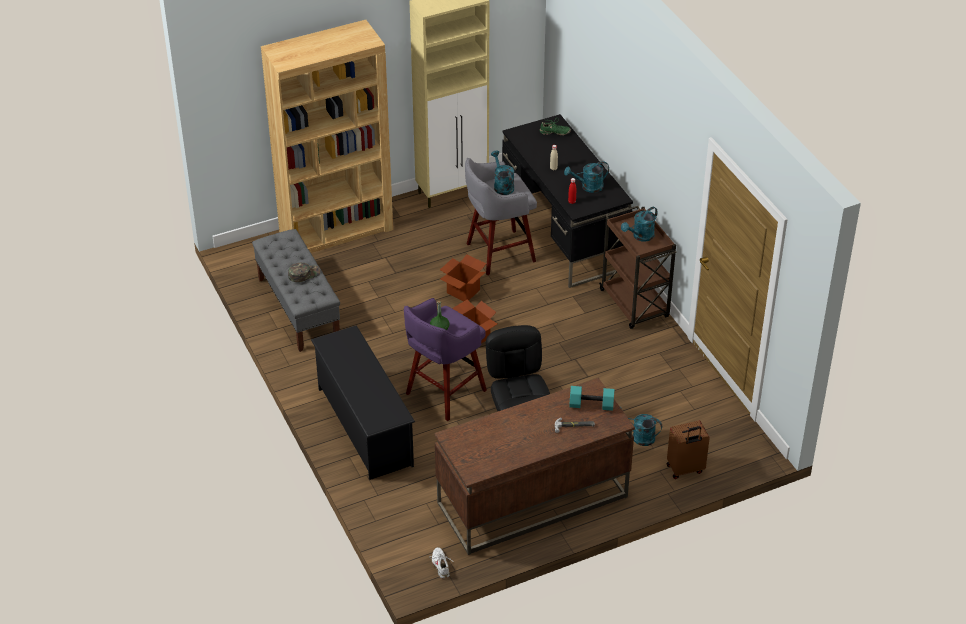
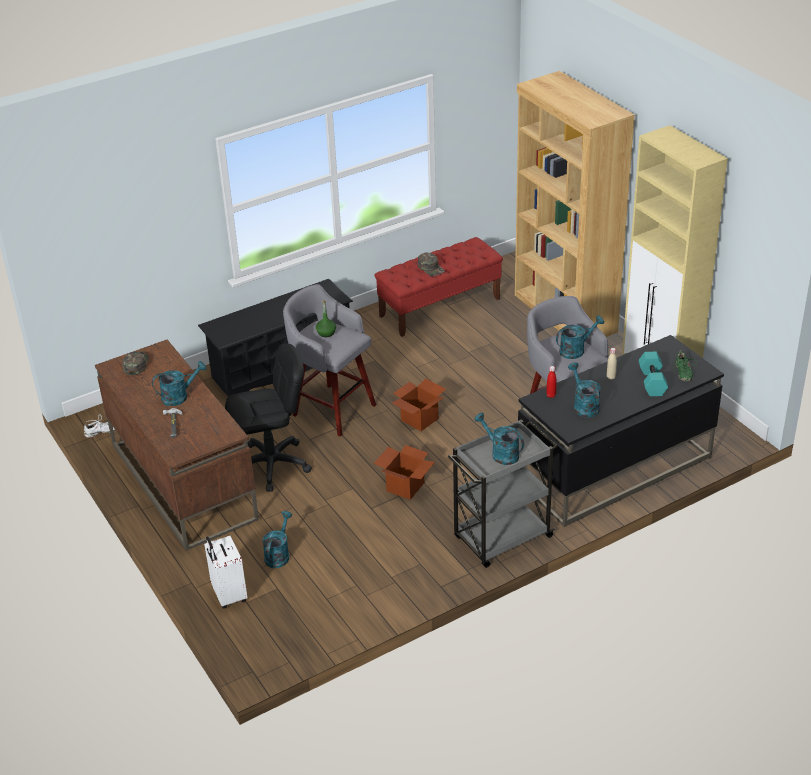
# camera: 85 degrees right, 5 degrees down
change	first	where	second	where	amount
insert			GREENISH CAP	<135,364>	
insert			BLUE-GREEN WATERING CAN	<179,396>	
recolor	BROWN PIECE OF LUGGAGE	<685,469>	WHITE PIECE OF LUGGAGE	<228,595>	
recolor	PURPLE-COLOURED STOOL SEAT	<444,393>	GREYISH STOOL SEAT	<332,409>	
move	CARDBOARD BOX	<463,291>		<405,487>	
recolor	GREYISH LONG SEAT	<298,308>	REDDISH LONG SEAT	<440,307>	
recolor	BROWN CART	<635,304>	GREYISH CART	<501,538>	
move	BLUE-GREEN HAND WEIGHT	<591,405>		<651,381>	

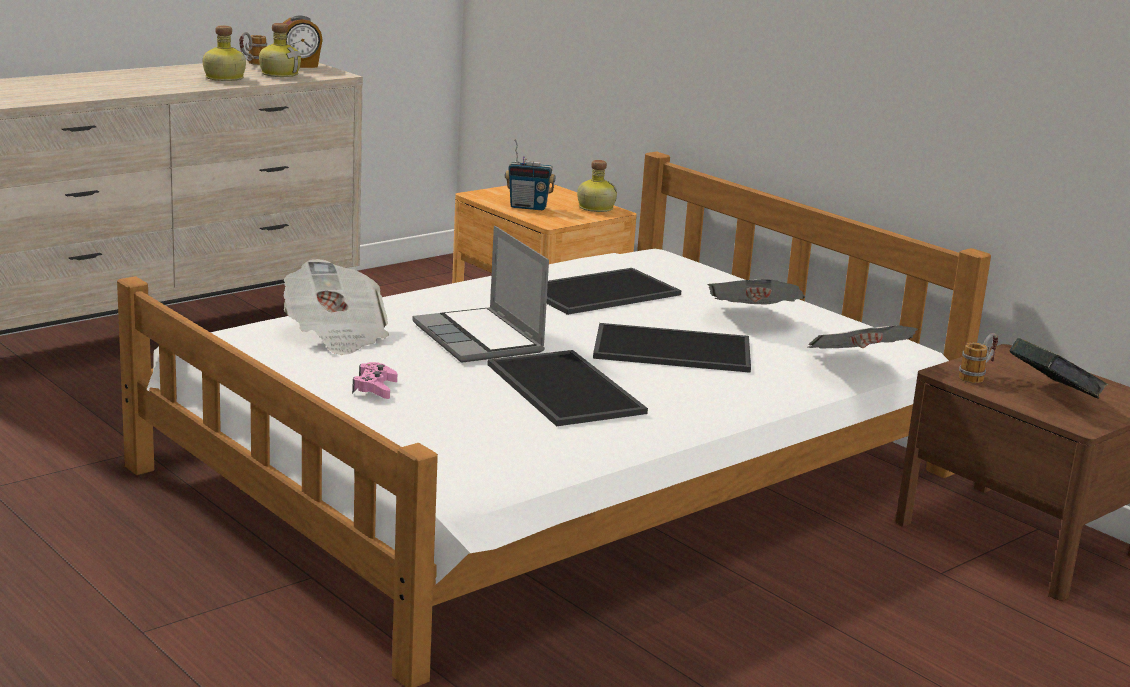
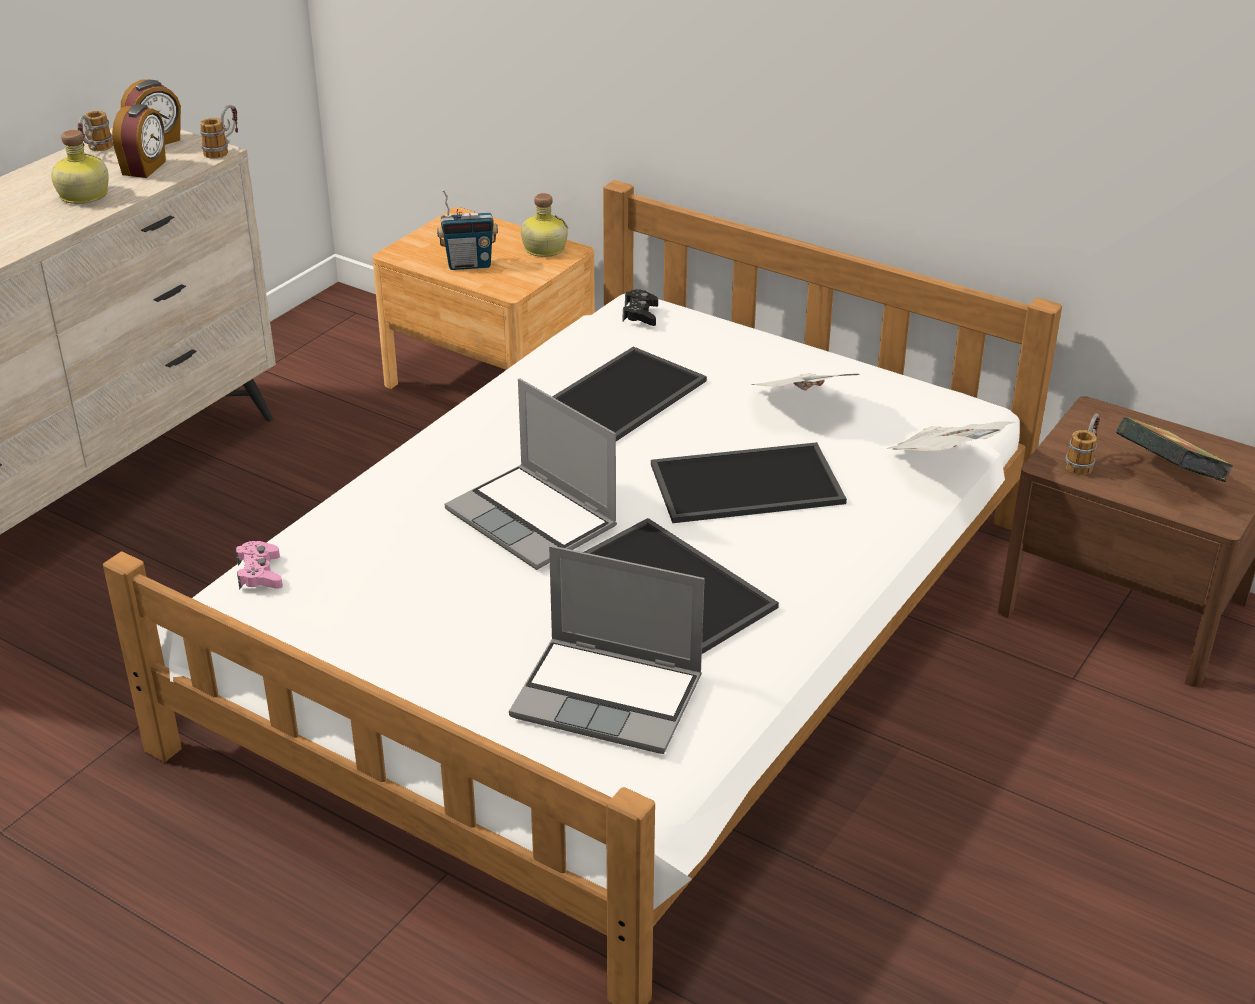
# camera: 15 degrees left, 15 degrees up
change	first	where	second	where	amount
replace	BOTTLE	<280,74>	TABLE CLOCK	<145,168>	
insert			COFFEE MUG	<223,149>	
move	PINK-COLOURED JOYPAD	<374,388>		<260,573>	
insert			NOTEBOOK COMPUTER	<610,697>	
insert			BLACKISH JOYPAD	<640,314>	
delete	PRINTED PAPER	<336,335>			

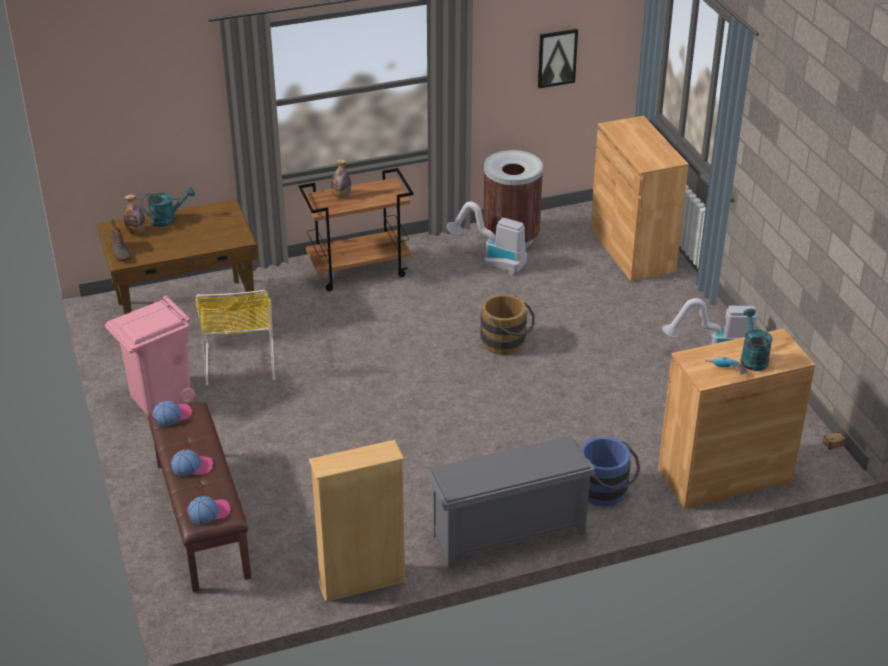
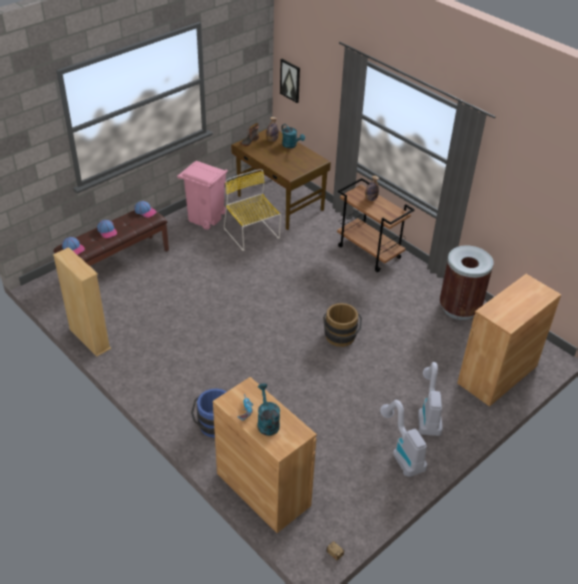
# camera: 65 degrees right, 5 degrees up
change	first	where	second	where	amount
rotate	YELLOW CHAIR	<240,360>		<252,234>	90 degrees clockwise
rotate	BLUE-GREEN WATERING CAN	<752,357>		<267,422>	75 degrees counterclockwise
move	WALL ART	<557,58>		<290,80>	
move	VACUUM	<491,260>		<428,414>	
delete	GREYISH SHOE SHELF	<507,535>			

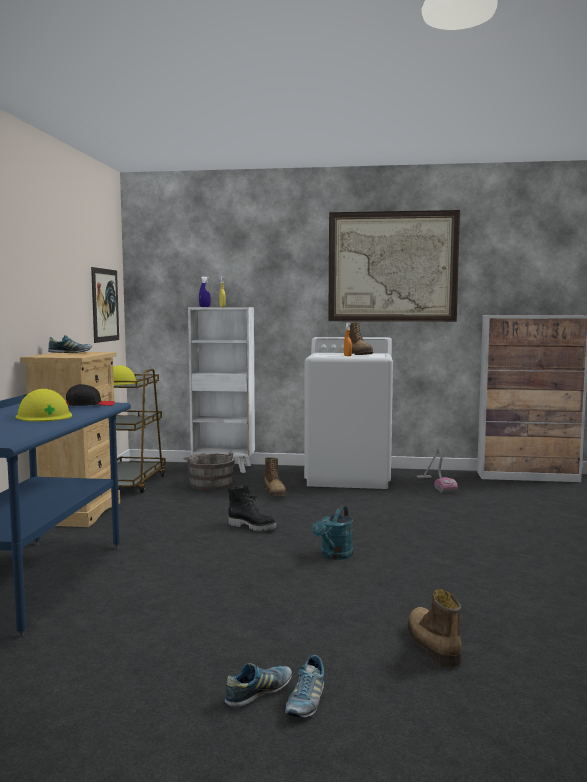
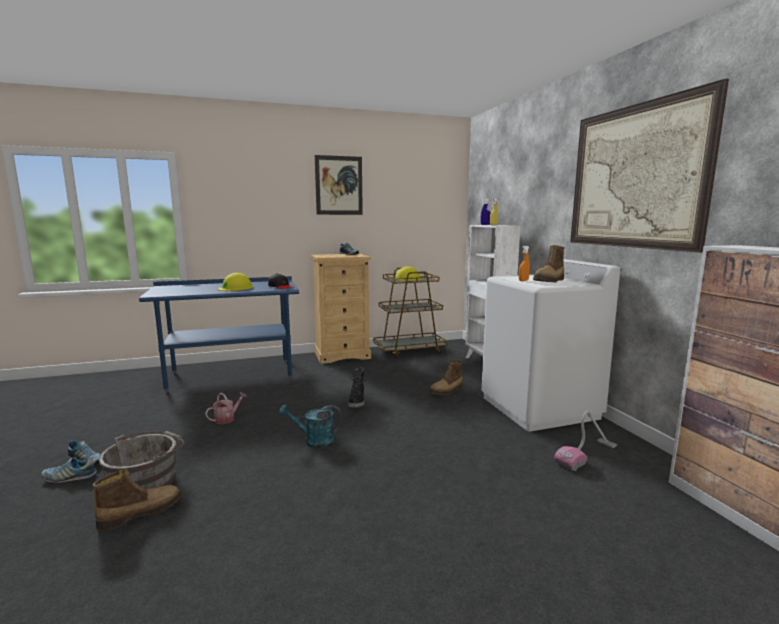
# camera: 65 degrees right, 5 degrees up
change	first	where	second	where	amount
move	GREYISH PAIL	<209,484>		<146,481>	
insert			WATERING CAN	<227,418>	
move	WALL ART	<105,305>		<339,185>	

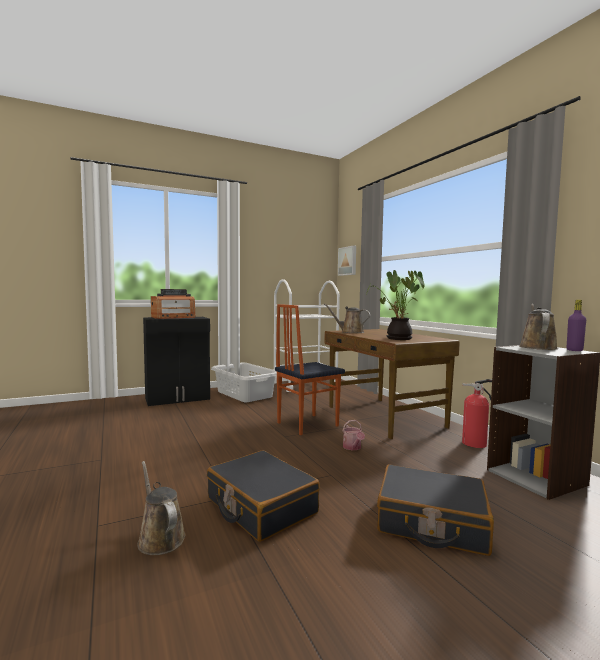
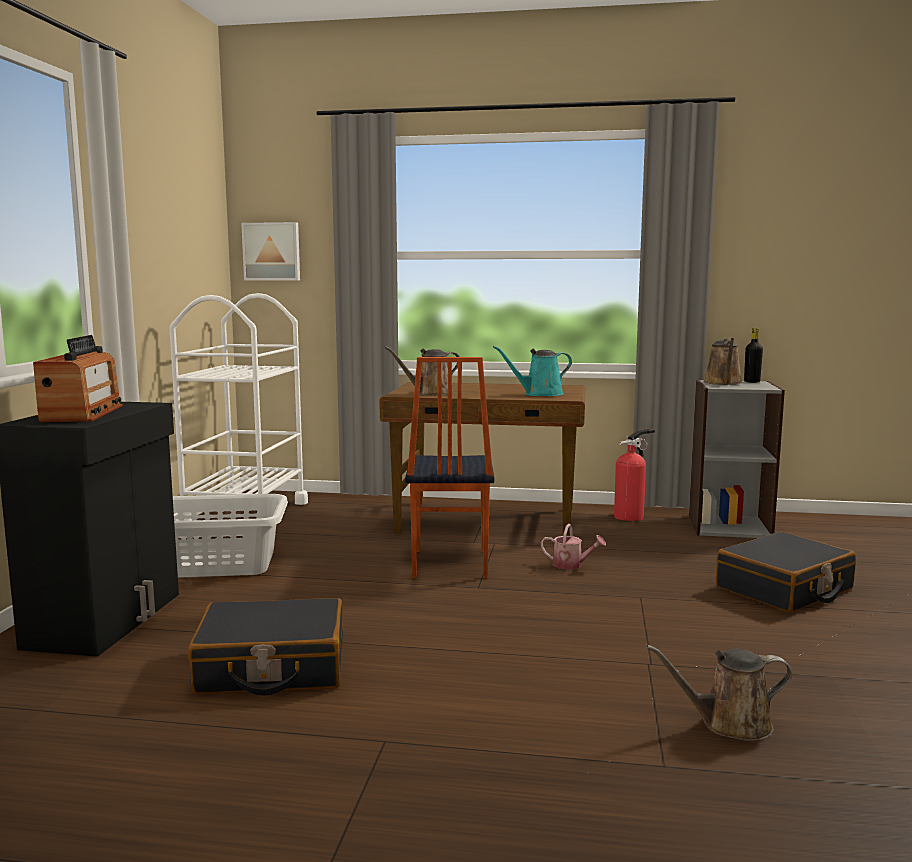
# camera: 55 degrees left, 5 degrees up
change	first	where	second	where	amount
move	BLACKISH PIECE OF LUGGAGE	<261,506>		<272,668>	
replace	HOUSEPLANT	<396,339>	BLUE-GREEN WATERING CAN	<539,394>	
rotate	BROWN WATERING CAN	<537,347>		<723,383>	135 degrees counterclockwise
recolor	PURPLE-COLOURED BOTTLE	<574,350>	BLACKISH BOTTLE	<752,382>	

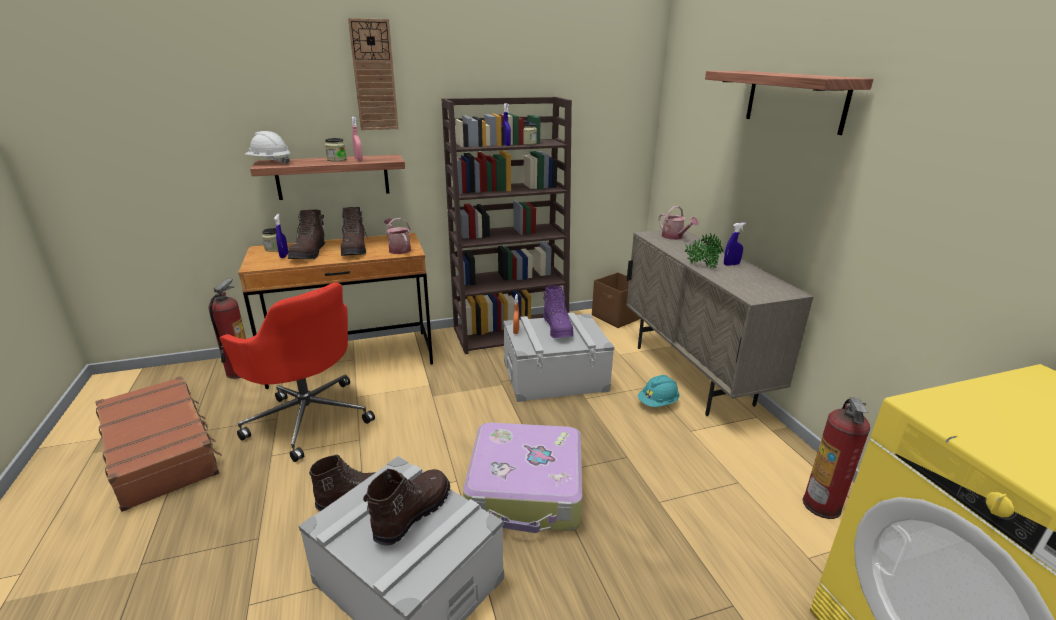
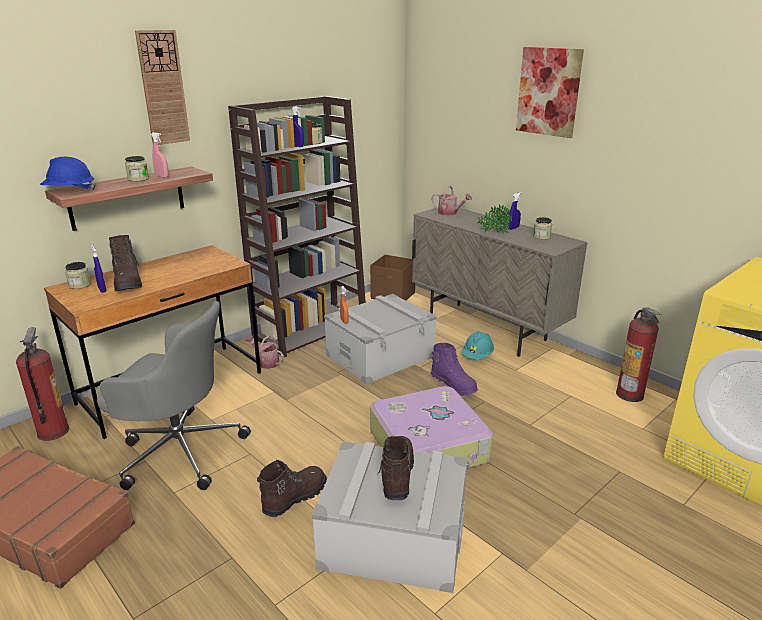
# camera: 25 degrees left, 0 degrees up
change	first	where	second	where	amount
recolor	WHITE SAFETY HELMET	<269,163>	BLUISH SAFETY HELMET	<69,191>	
recolor	REDDISH DESK CHAIR	<309,417>	GREYISH DESK CHAIR	<179,450>	
move	WATERING CAN	<398,249>		<266,362>	
move	PURPLE-COLOURED TALL BOOT	<558,329>		<454,385>	
replace	BRACKET SHELF	<795,100>	WALL ART	<549,92>	
insert			JAR	<541,237>	
delete	BROWN TALL BOOT	<355,250>			

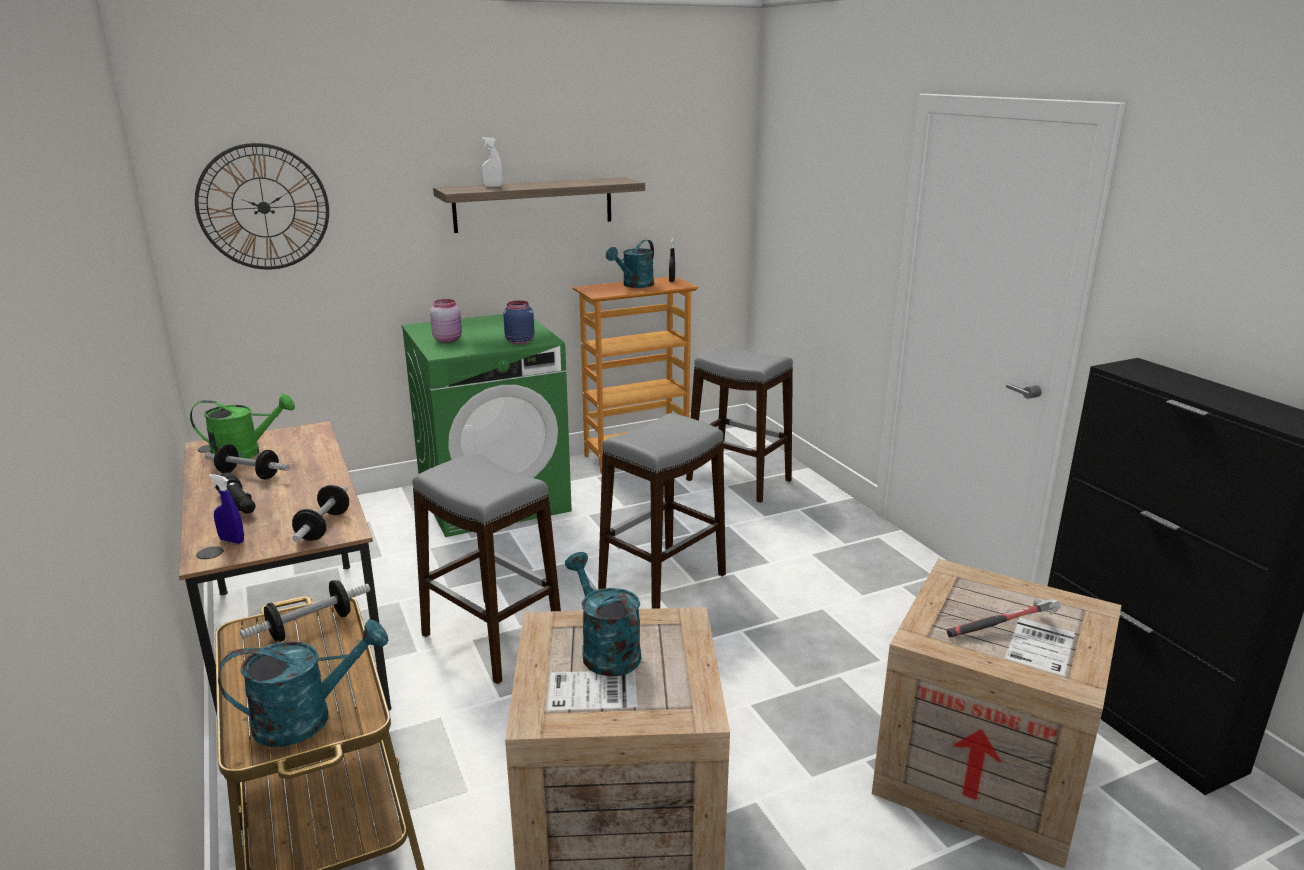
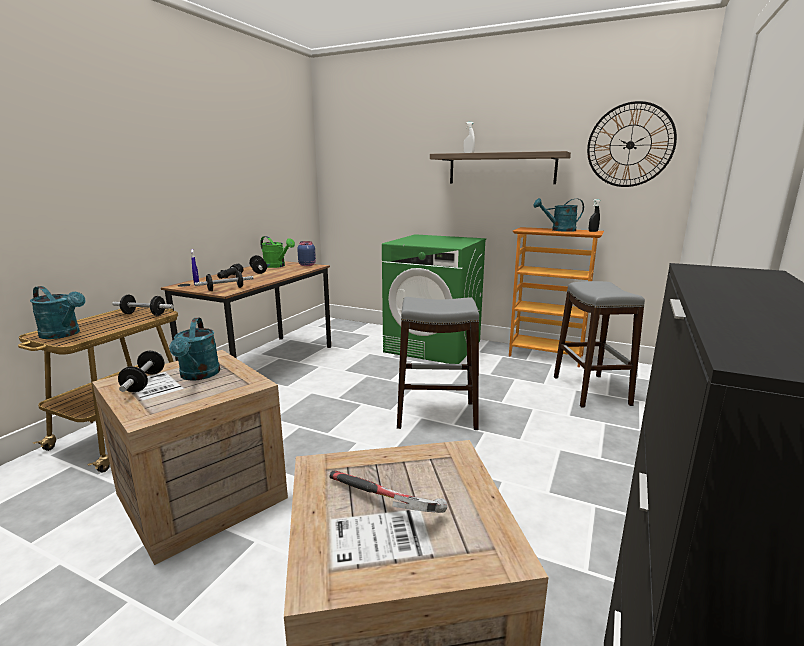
# camera: 50 degrees right, 5 degrees down
change	first	where	second	where	amount
insert			HAND WEIGHT	<144,382>	
rotate	BLUE-GREEN WATERING CAN	<605,650>		<198,375>	150 degrees clockwise
move	BLUISH JAR	<519,341>		<307,265>	
move	HANGING CLOCK	<263,207>		<630,145>	
delete	GREYISH STOOL SEAT	<493,639>			
delete	PINK-COLOURED JAR	<448,339>			

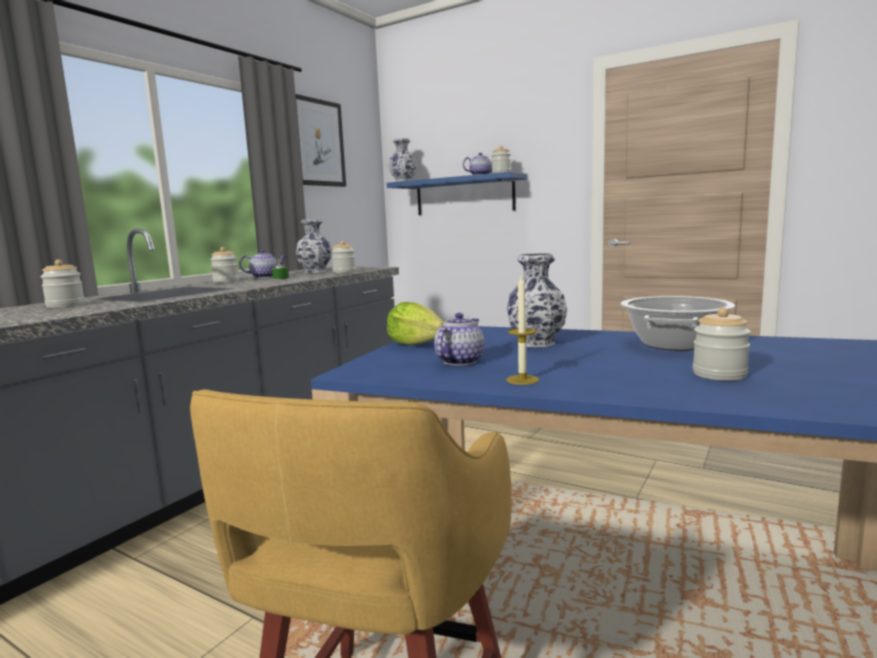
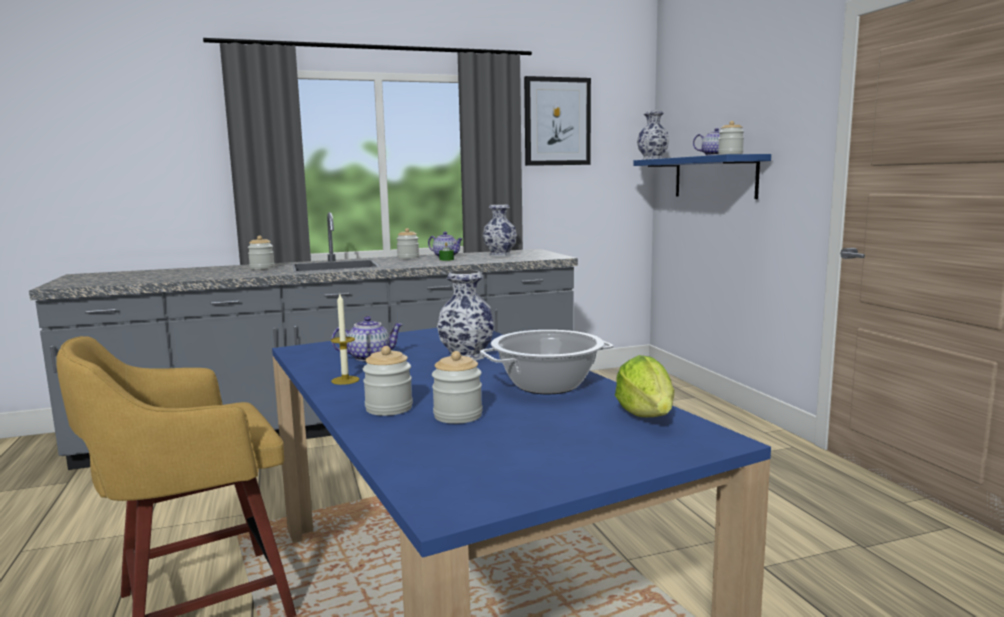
# camera: 40 degrees right, 0 degrees up
change	first	where	second	where	amount
move	JAR	<344,272>		<389,408>	
move	HEAD OF LETTUCE	<416,344>		<646,415>	

